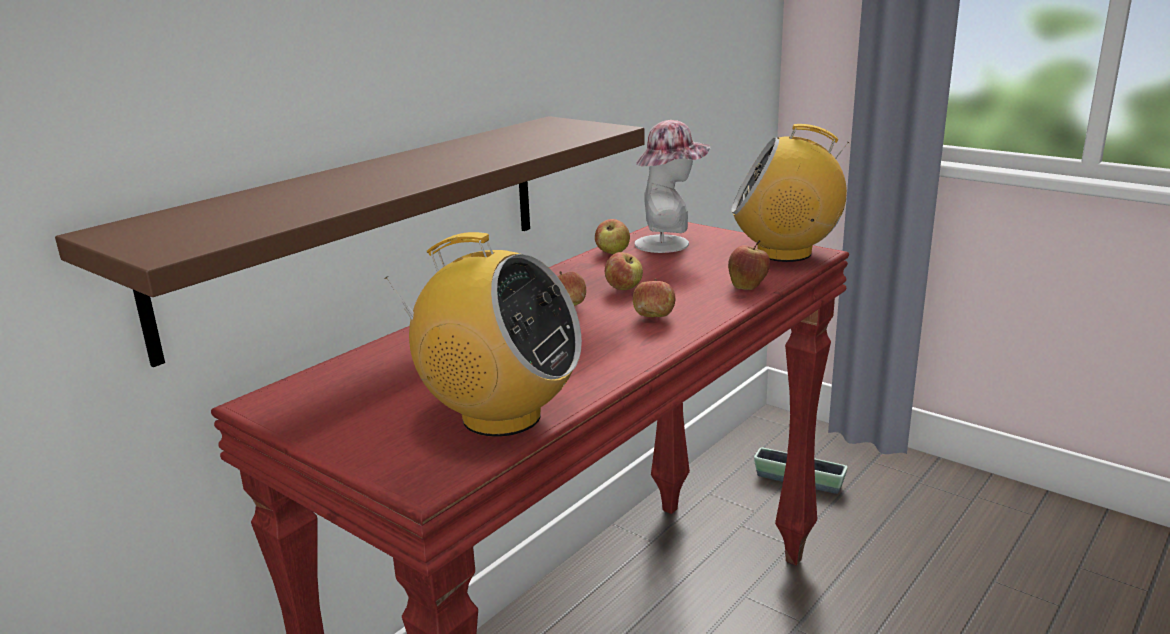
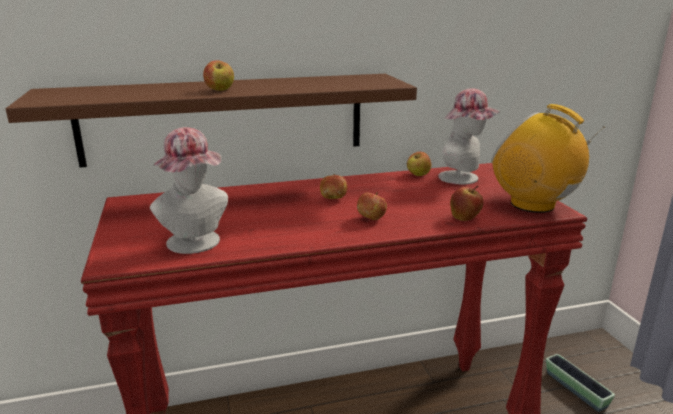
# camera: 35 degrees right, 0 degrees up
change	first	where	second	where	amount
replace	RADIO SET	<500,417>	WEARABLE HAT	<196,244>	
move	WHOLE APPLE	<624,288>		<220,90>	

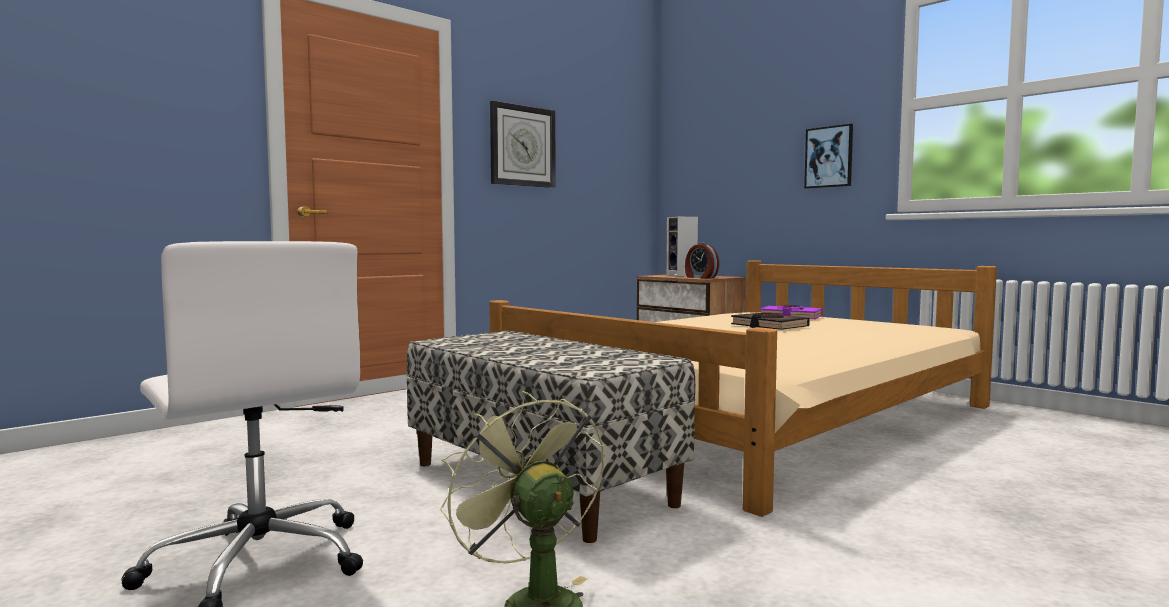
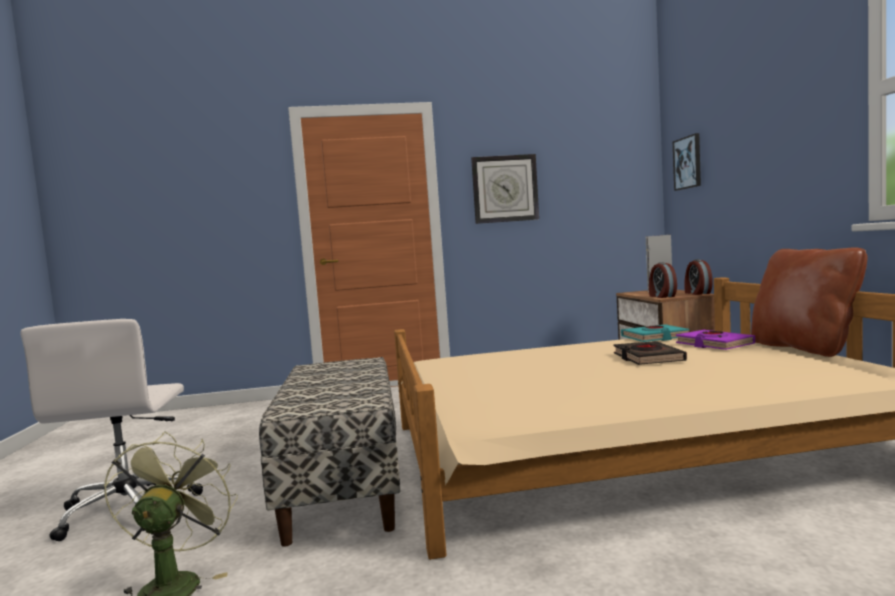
# camera: 35 degrees right, 0 degrees up
change	first	where	second	where	amount
insert			BLUE-GREEN VOLUME	<655,337>	
move	WALL ART	<829,157>		<688,162>	
insert			TABLE CLOCK	<697,293>	
insert			BROWN CUSHION	<804,348>	

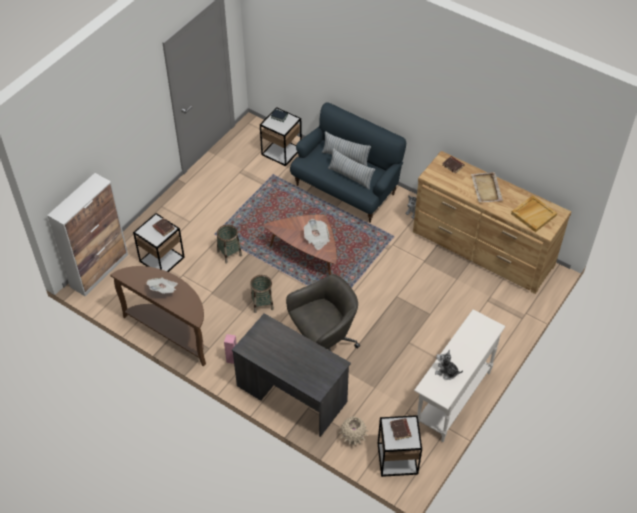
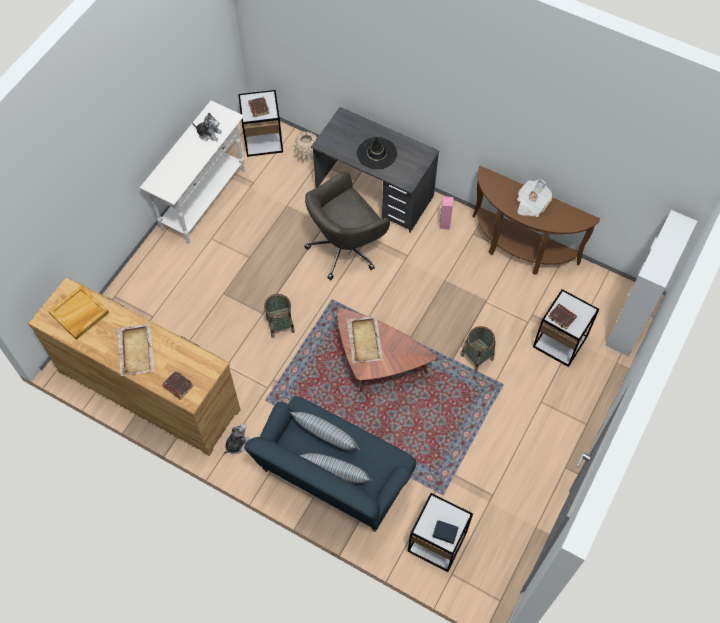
# camera: 175 degrees right, 10 degrees up
change	first	where	second	where	amount
move	STORAGE BASKET	<262,303>		<280,325>	
replace	PRINTED PAPER	<316,239>	SAND-COLOURED SERVING TRAY	<364,340>	
insert			BLACKISH WEARABLE HAT	<377,153>	

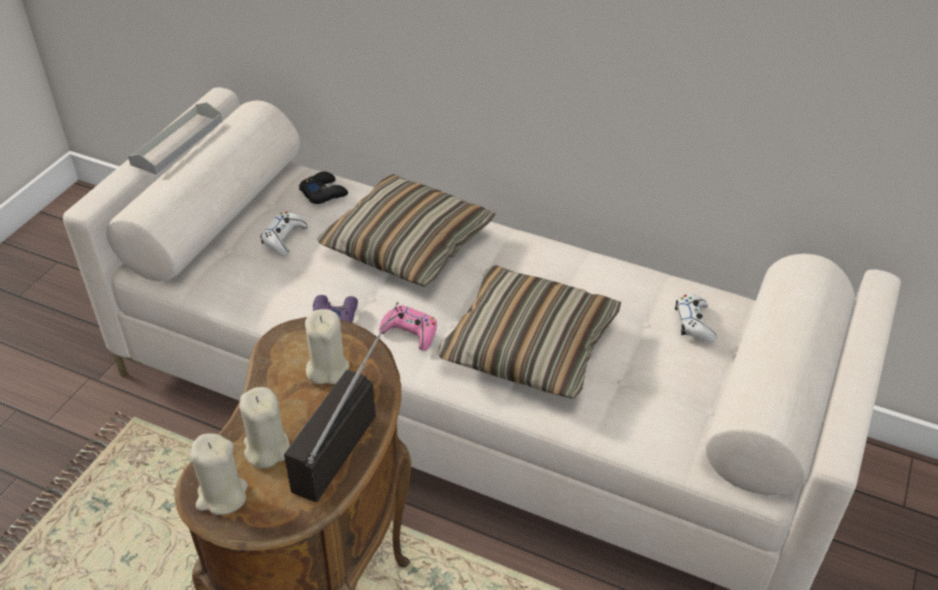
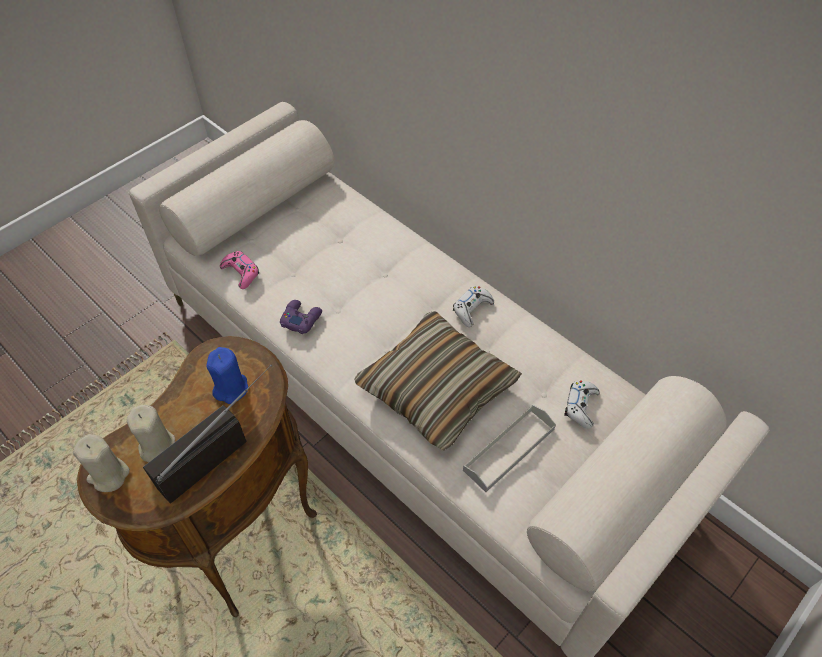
# camera: 20 degrees right, 10 degrees up
change	first	where	second	where	amount
recolor	SAND-COLOURED WAX CANDLE	<327,369>	BLUISH WAX CANDLE	<231,388>	
move	PINK-COLOURED JOYPAD	<410,332>		<241,273>	
move	WHITE JOYPAD	<284,238>		<472,309>	
move	GREYISH SERVING TRAY	<177,142>		<509,449>	
delete	BLACKISH JOYPAD	<324,193>			
delete	CUSHION	<407,245>			

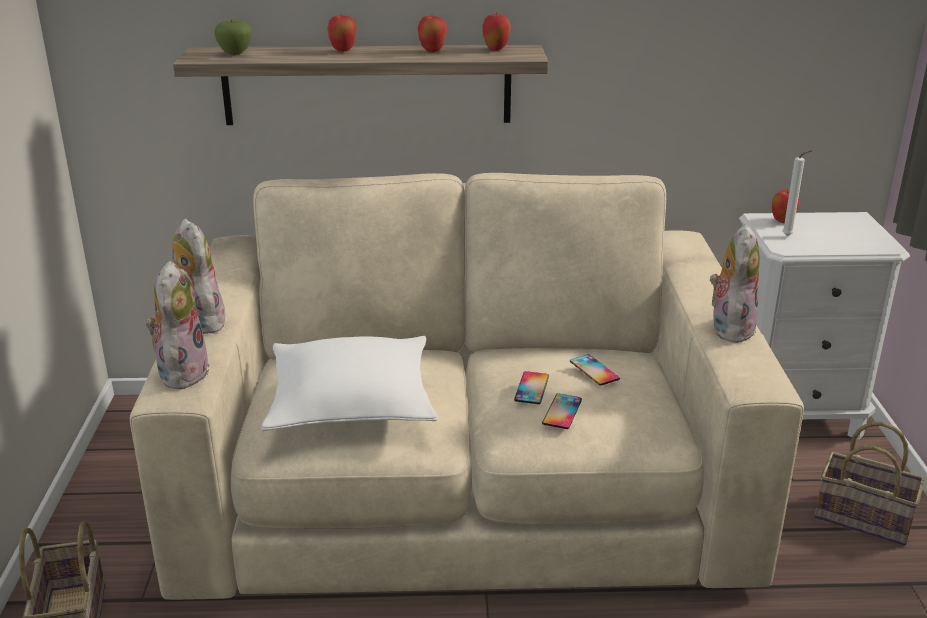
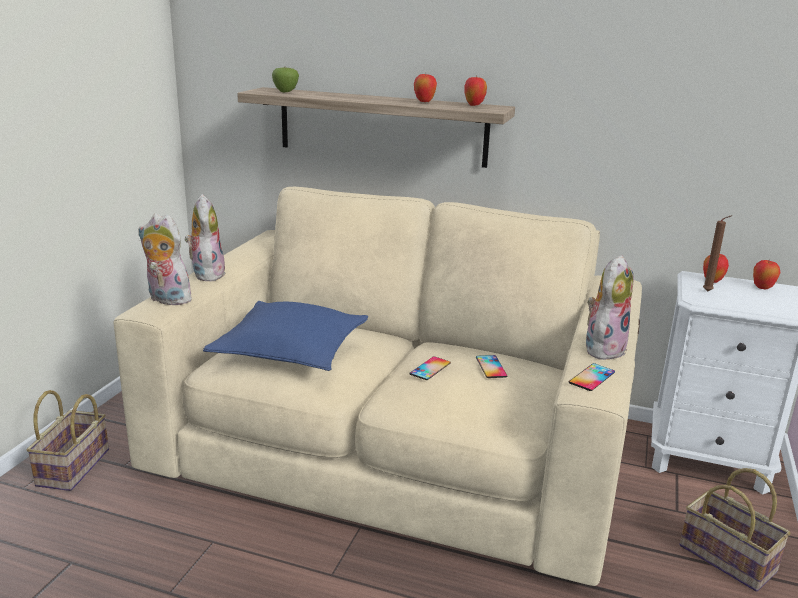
# camera: 20 degrees right, 5 degrees down
change	first	where	second	where	amount
rotate	PLUSH TOY	<181,372>		<166,300>	90 degrees counterclockwise
recolor	WHITE CUSHION	<351,401>	BLUISH CUSHION	<290,350>	
move	PHONE	<562,411>		<592,377>	
recolor	WHITE WAX CANDLE	<789,236>	BROWN WAX CANDLE	<709,292>	
move	WHOLE APPLE	<343,51>		<762,288>	

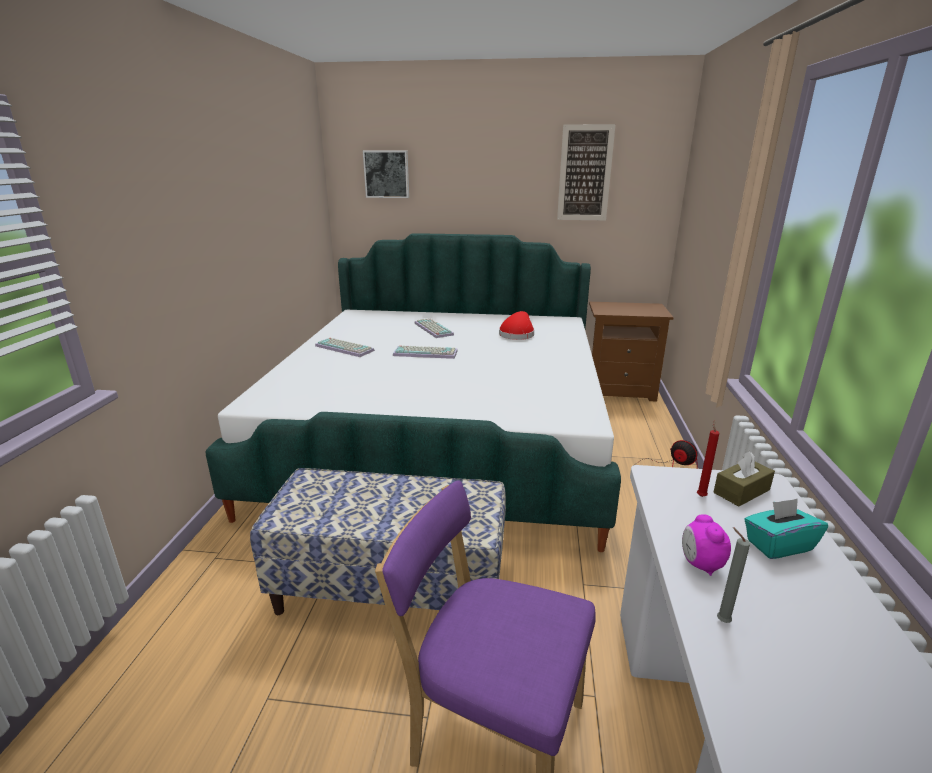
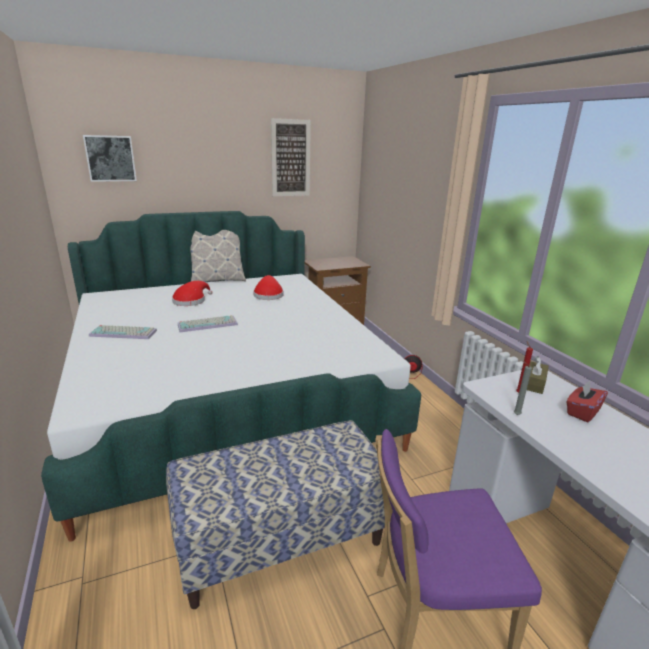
# camera: 30 degrees left, 0 degrees up
change	first	where	second	where	amount
replace	KEYBOARD	<432,329>	REDDISH WEARABLE HAT	<191,301>	
insert			CUSHION	<217,280>	
move	GREYISH WAX CANDLE	<720,620>		<515,414>	
recolor	BLUE-GREEN TISSUE HOLDER	<778,545>	REDDISH TISSUE HOLDER	<582,412>	
delete	TABLE CLOCK	<700,564>			

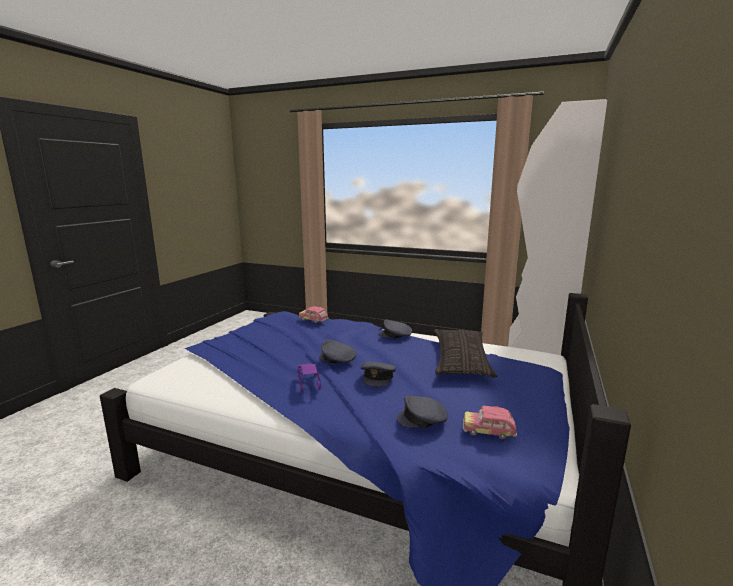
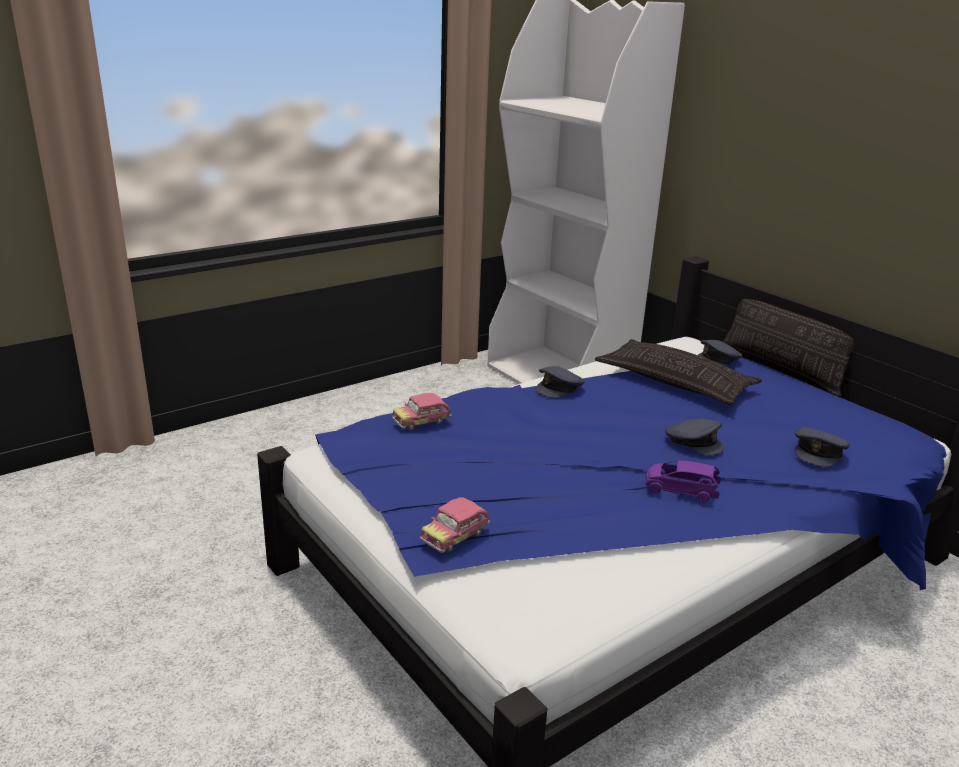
# camera: 60 degrees left, 10 degrees up
change	first	where	second	where	amount
move	MODEL CAR	<488,431>		<455,536>	
move	GREYISH CAP	<337,359>		<718,359>	
insert			CUSHION	<781,369>	

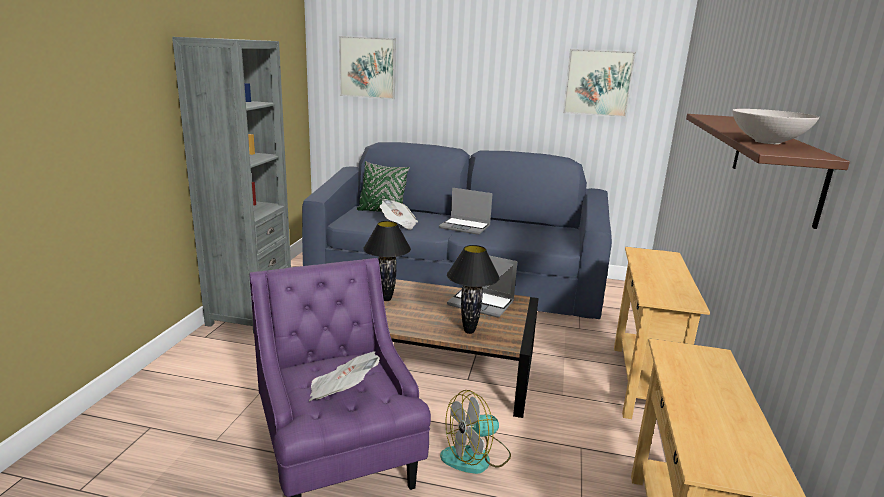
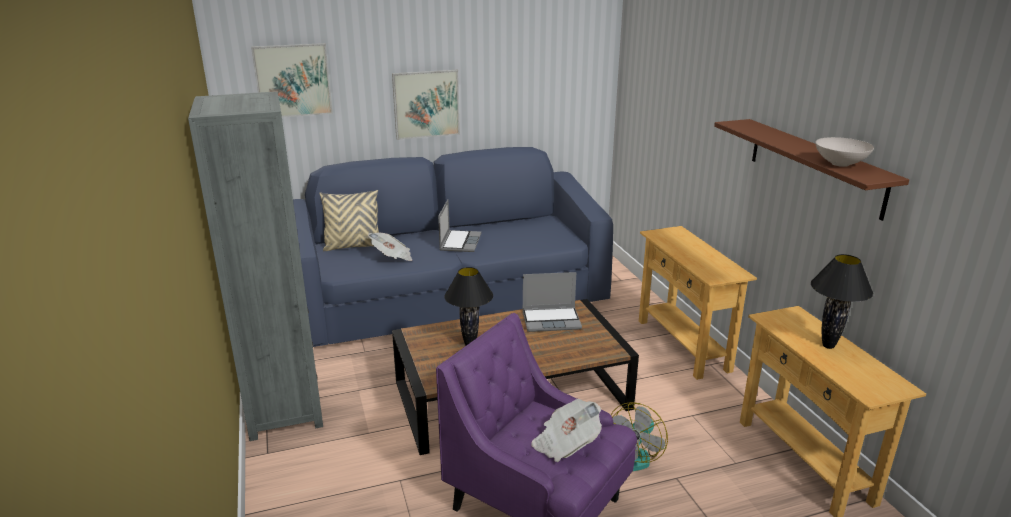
# camera: 30 degrees left, 5 degrees up
change	first	where	second	where	amount
recolor	GREENISH CUSHION	<381,212>	SAND-COLOURED CUSHION	<353,246>	
move	WALL ART	<598,83>		<426,104>	
rotate	NOTEBOOK COMPUTER	<465,227>		<460,242>	75 degrees counterclockwise
move	BLACKISH LAMP FOR A TABLE	<469,331>		<828,346>	

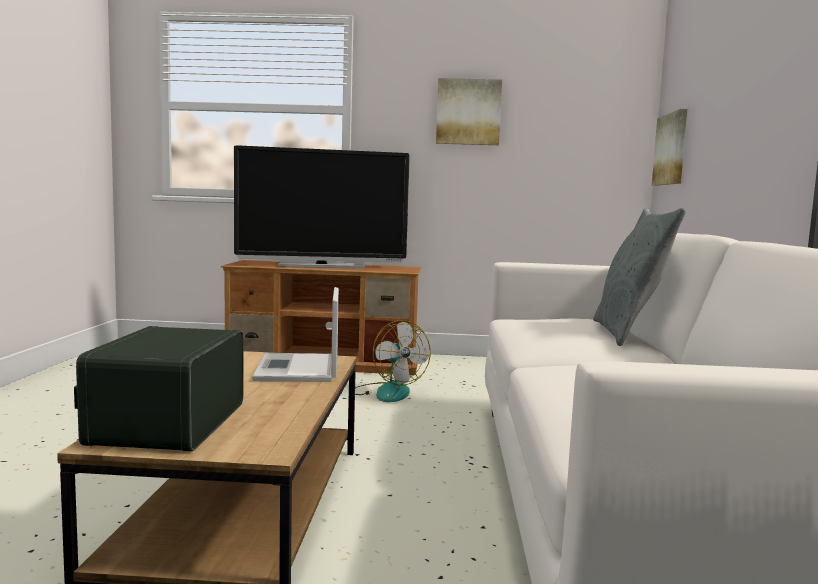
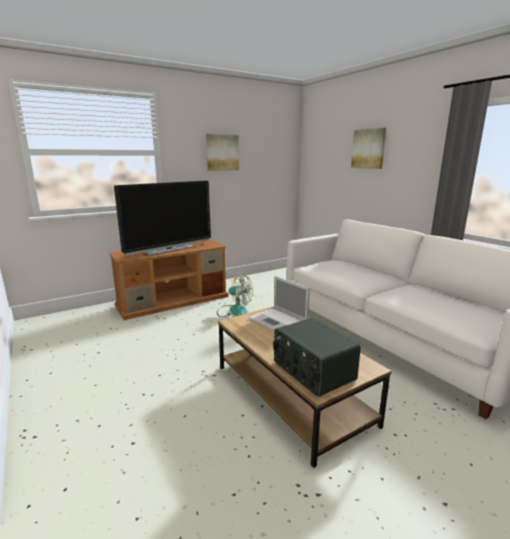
# camera: 35 degrees left, 10 degrees up
change	first	where	second	where	amount
move	WALL ART	<671,149>		<368,148>	
delete	GREYISH CUSHION	<628,333>			

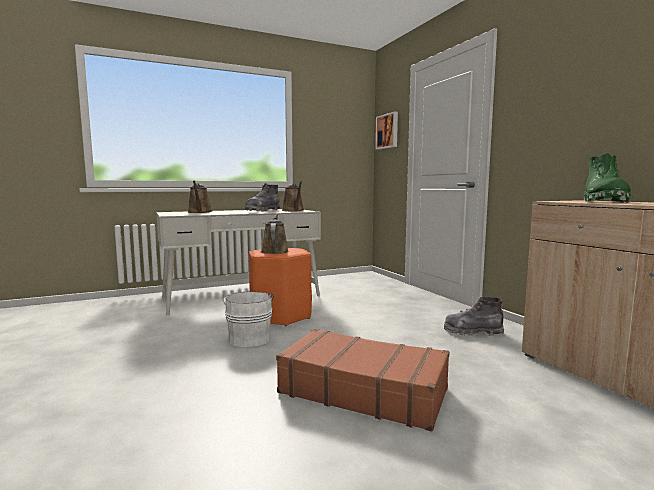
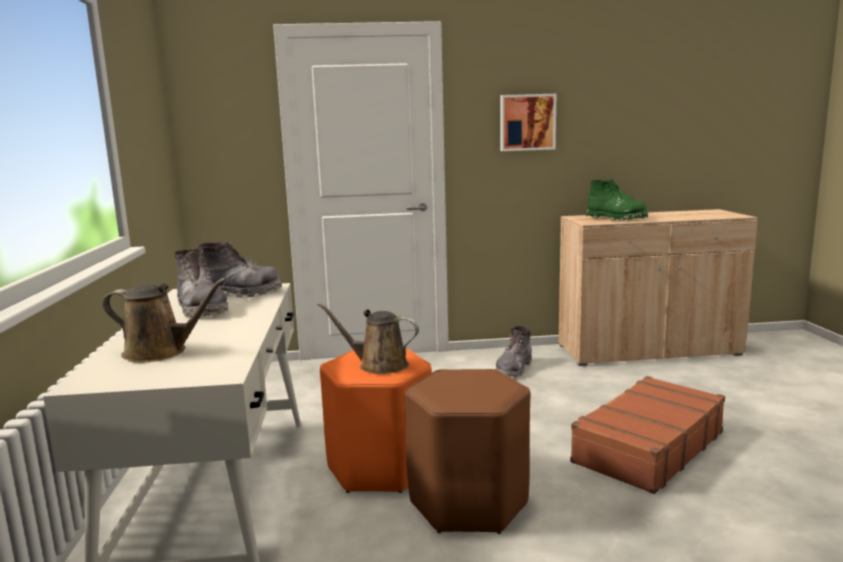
# camera: 70 degrees left, 5 degrees up
change	first	where	second	where	amount
replace	BROWN WATERING CAN	<293,210>	GREYISH TALL BOOT	<240,293>	
replace	WHITE PAIL	<250,338>	BROWN STOOL SEAT	<468,502>	
move	WALL ART	<387,131>		<527,122>	

